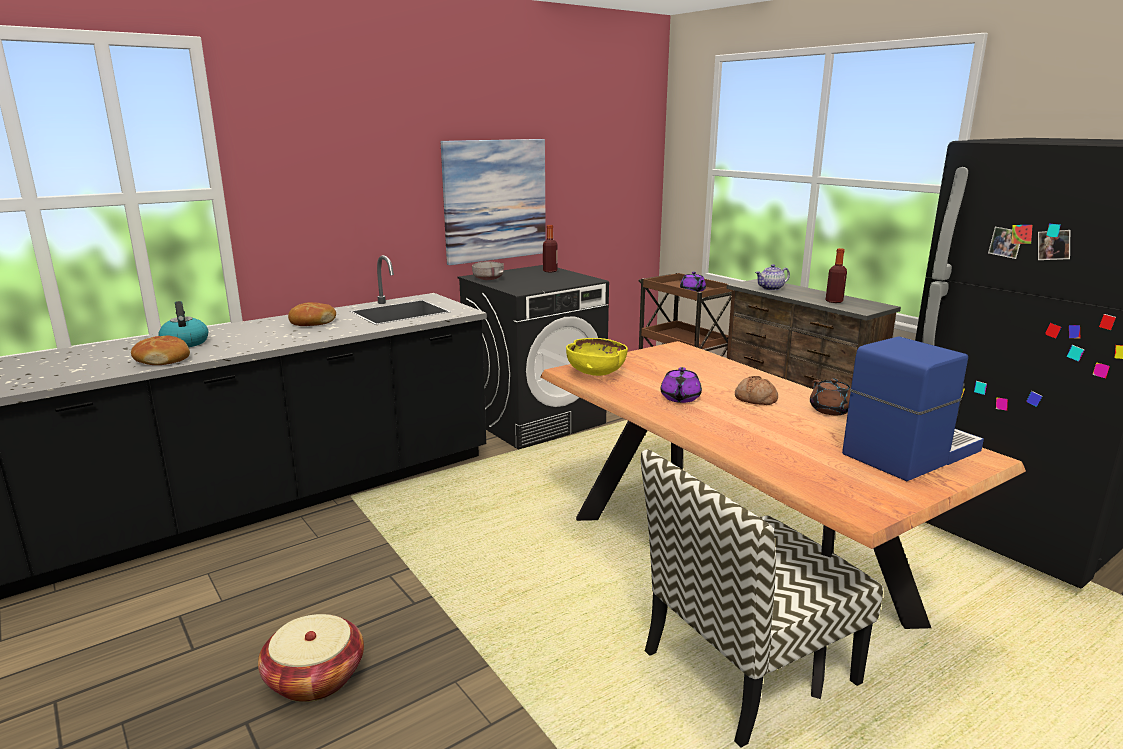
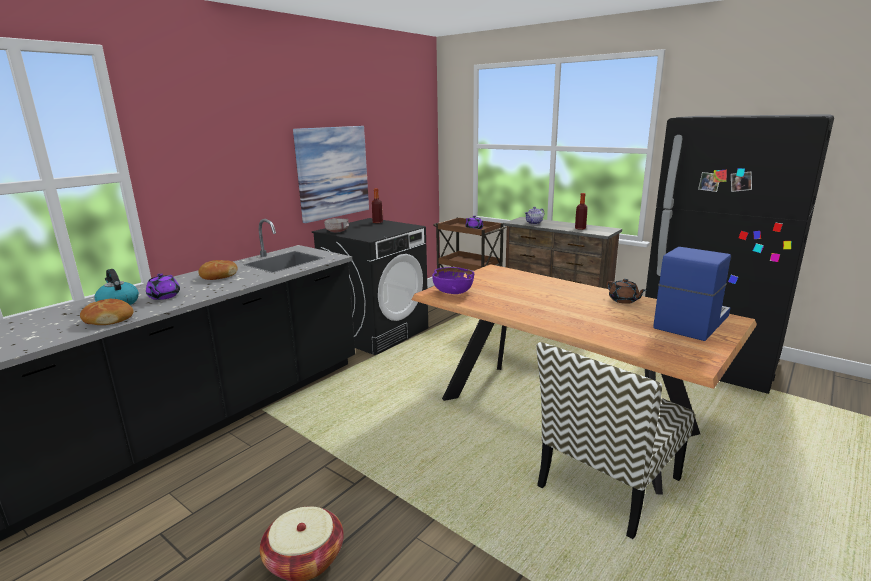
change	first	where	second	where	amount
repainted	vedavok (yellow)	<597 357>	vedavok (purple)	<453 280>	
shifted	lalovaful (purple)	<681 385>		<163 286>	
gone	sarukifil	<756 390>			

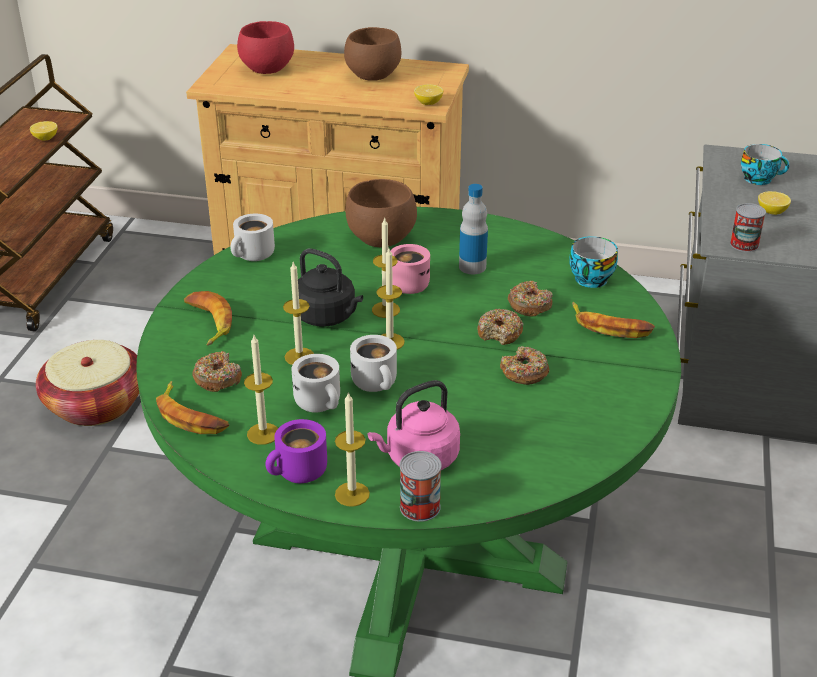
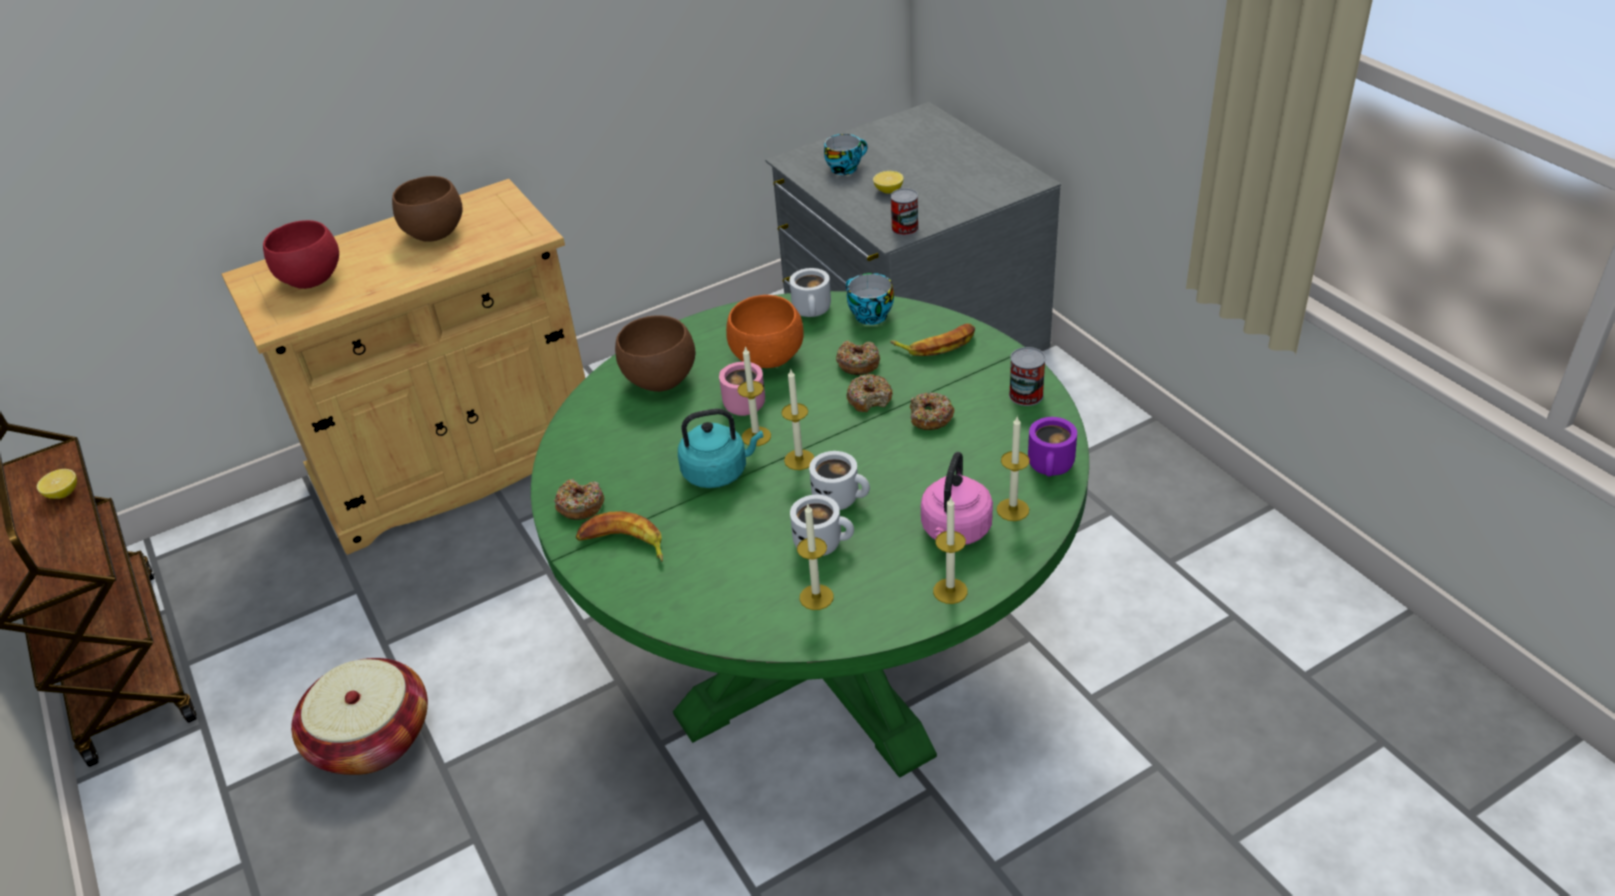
change	first	where	second	where	amount
gone	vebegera	<192 407>			
shifted	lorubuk	<217 371>		<579 499>	
shifted	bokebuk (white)	<252 237>		<810 292>	
shifted	bokebuk (purple)	<296 451>		<1052 446>	
shifted	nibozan	<298 313>		<1013 469>	
repainted	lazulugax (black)	<330 288>	lazulugax (turquoise)	<720 448>	
shifted	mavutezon	<420 486>		<1027 376>	
gone	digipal	<428 94>			
swapped	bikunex	<473 229>	vedavok (orange)	<765 331>	

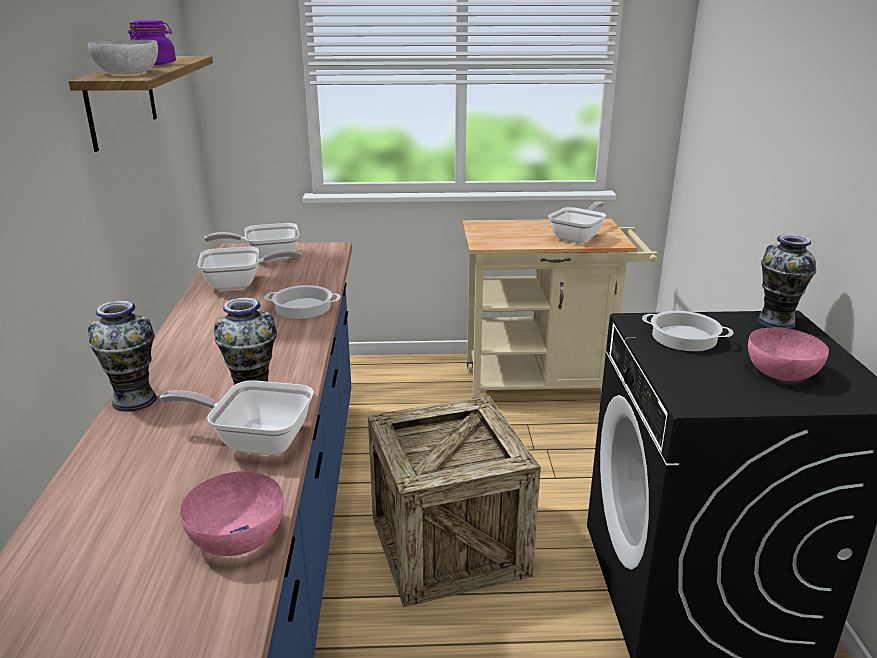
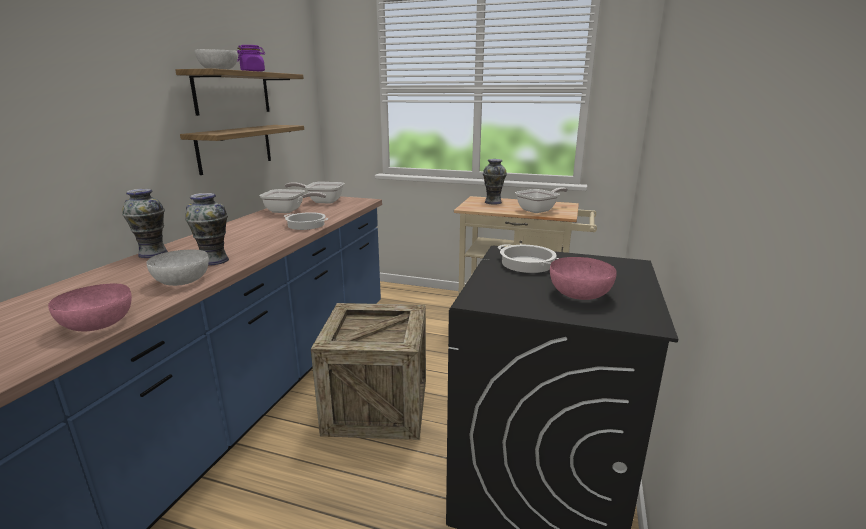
change	first	where	second	where	amount
swapped	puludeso	<236 417>	vedavok (white)	<177 267>	
shifted	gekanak	<786 281>		<495 181>	
new			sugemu	<242 150>	

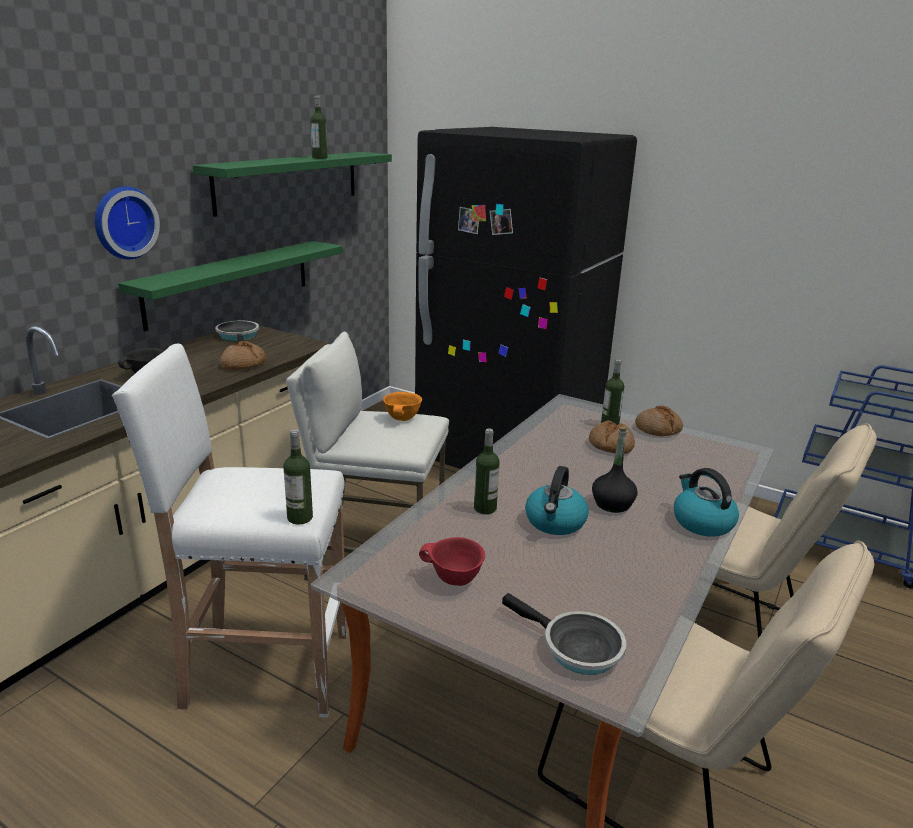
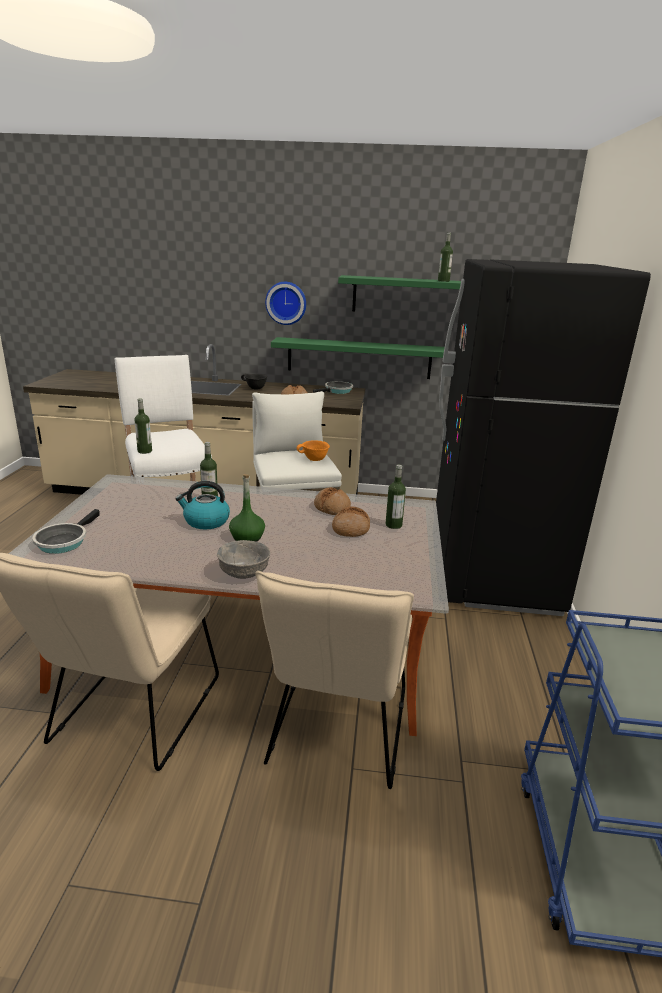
change	first	where	second	where	amount
gone	vedavok (red)	<452 561>			
repainted	bikunex (black)	<615 470>	bikunex (green)	<247 508>	
shifted	sarukifil	<659 421>		<332 501>	
swapped	lazulugax	<706 502>	vedavok (grey)	<243 559>	

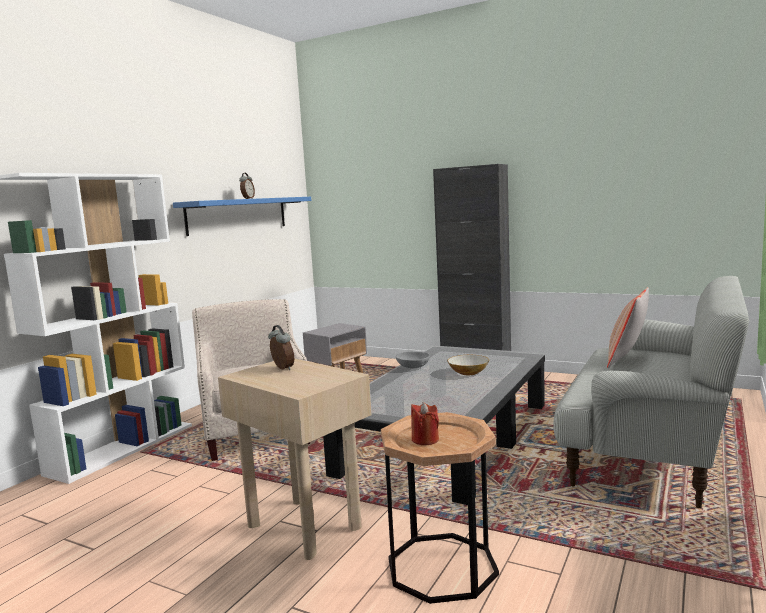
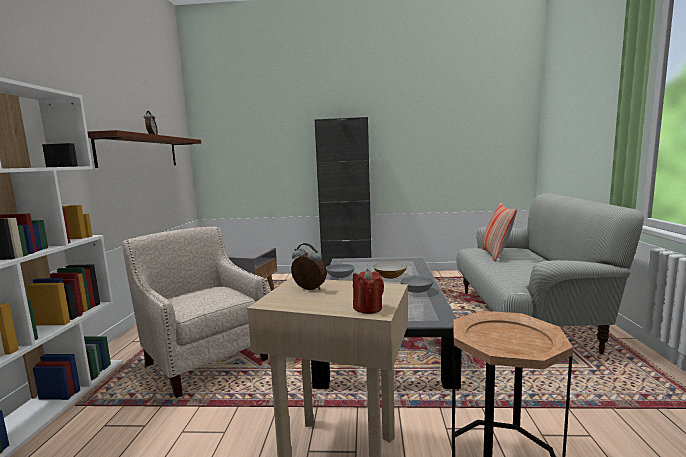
change	first	where	second	where	amount
repainted	sugemu (blue)	<242 216>	sugemu (brown)	<144 149>	
shifted	nibozan (red)	<425 423>		<368 291>	
new			vedavok (grey)	<417 284>	

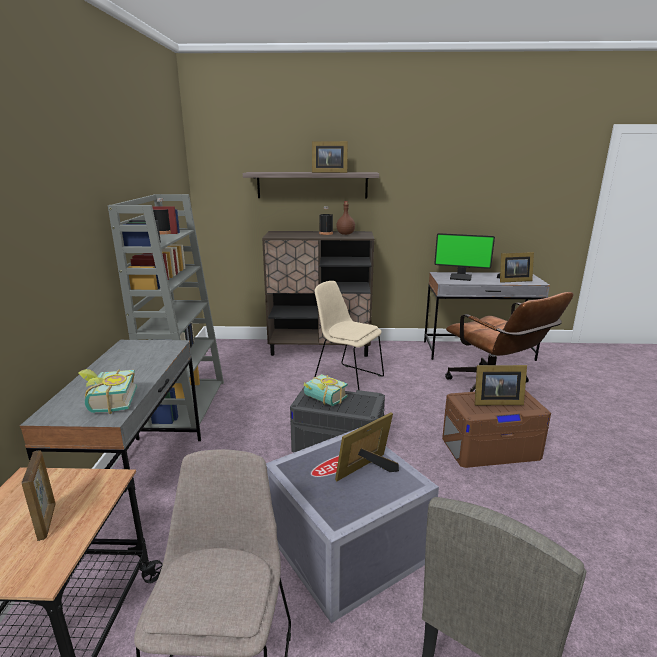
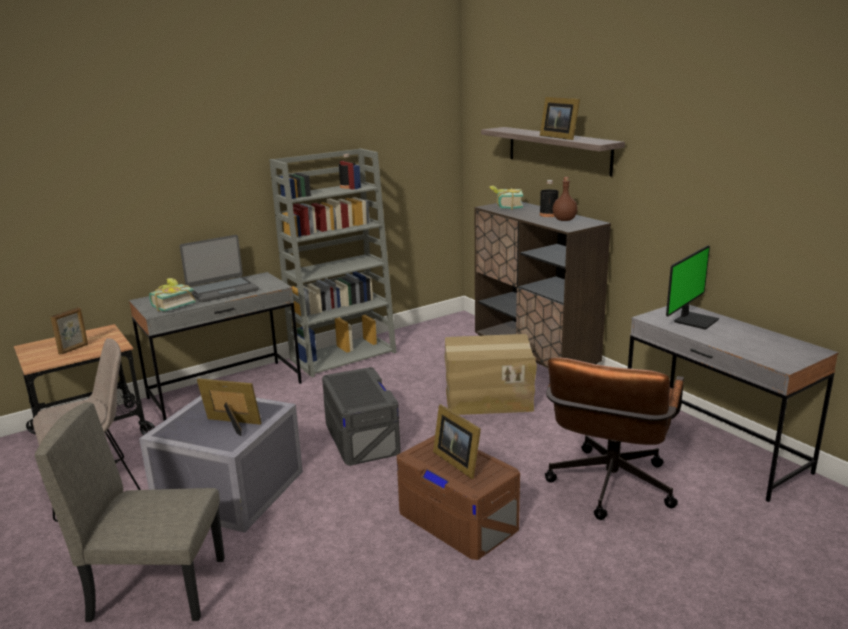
change	first	where	second	where	amount
shifted	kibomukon	<326 390>		<506 197>	
swapped	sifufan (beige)	<349 335>	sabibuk	<490 374>	
rotated	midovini	<464 257>		<692 287>	120 degrees counterclockwise
gone	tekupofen	<515 267>			
new			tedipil	<219 268>	

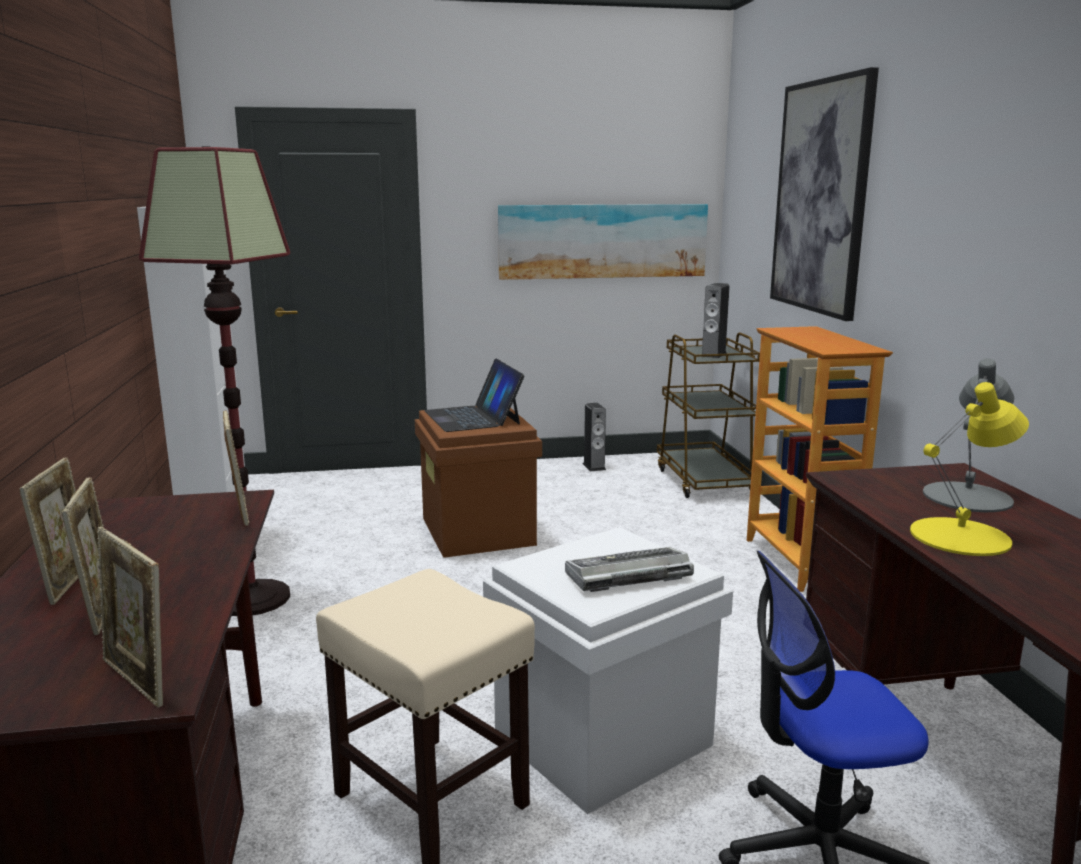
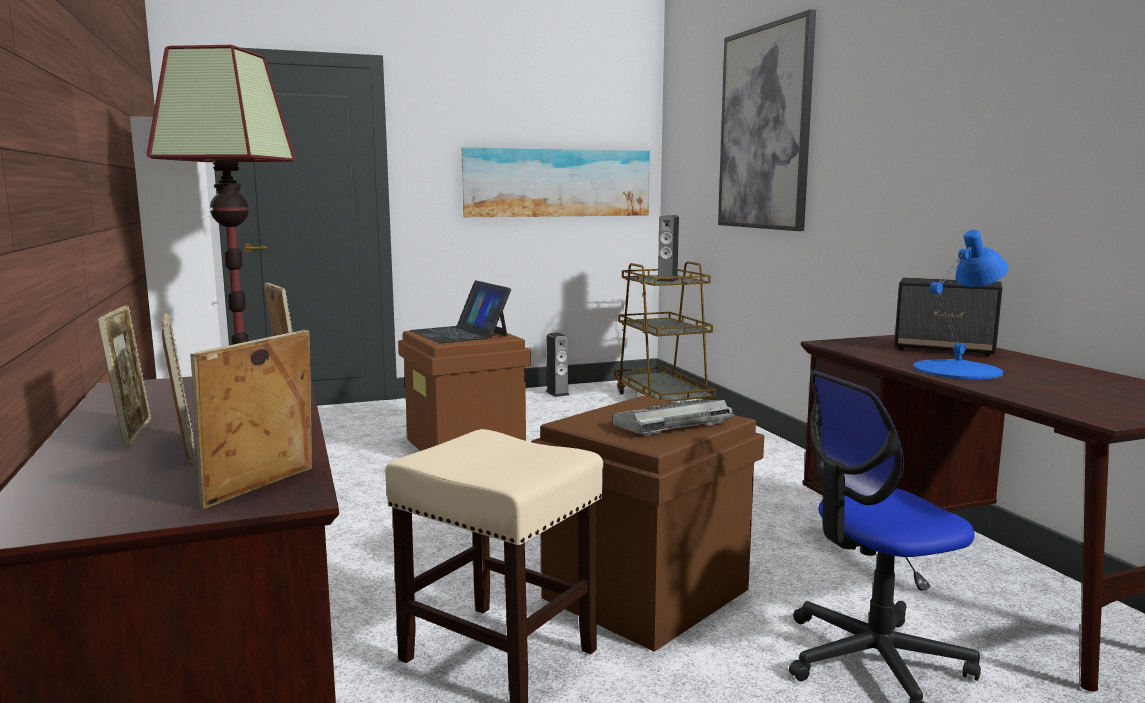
change	first	where	second	where	amount
rotated	tekupofen	<130 617>		<251 419>	90 degrees clockwise
repainted	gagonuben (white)	<608 670>	gagonuben (brown)	<647 524>	
gone	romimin	<820 459>			
repainted	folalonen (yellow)	<969 469>	folalonen (blue)	<961 304>	
swapped	folalonen (grey)	<968 435>	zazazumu	<948 316>	

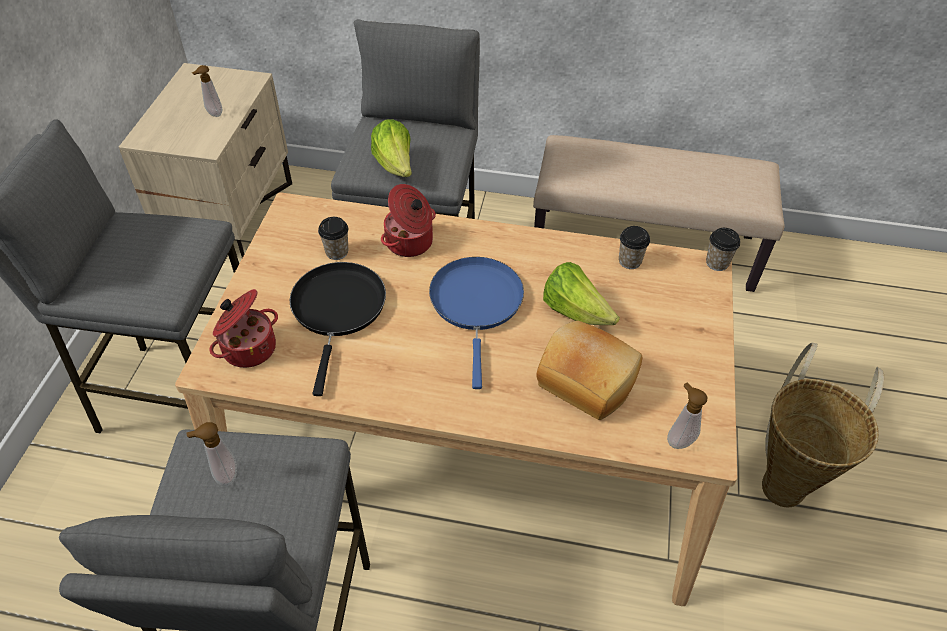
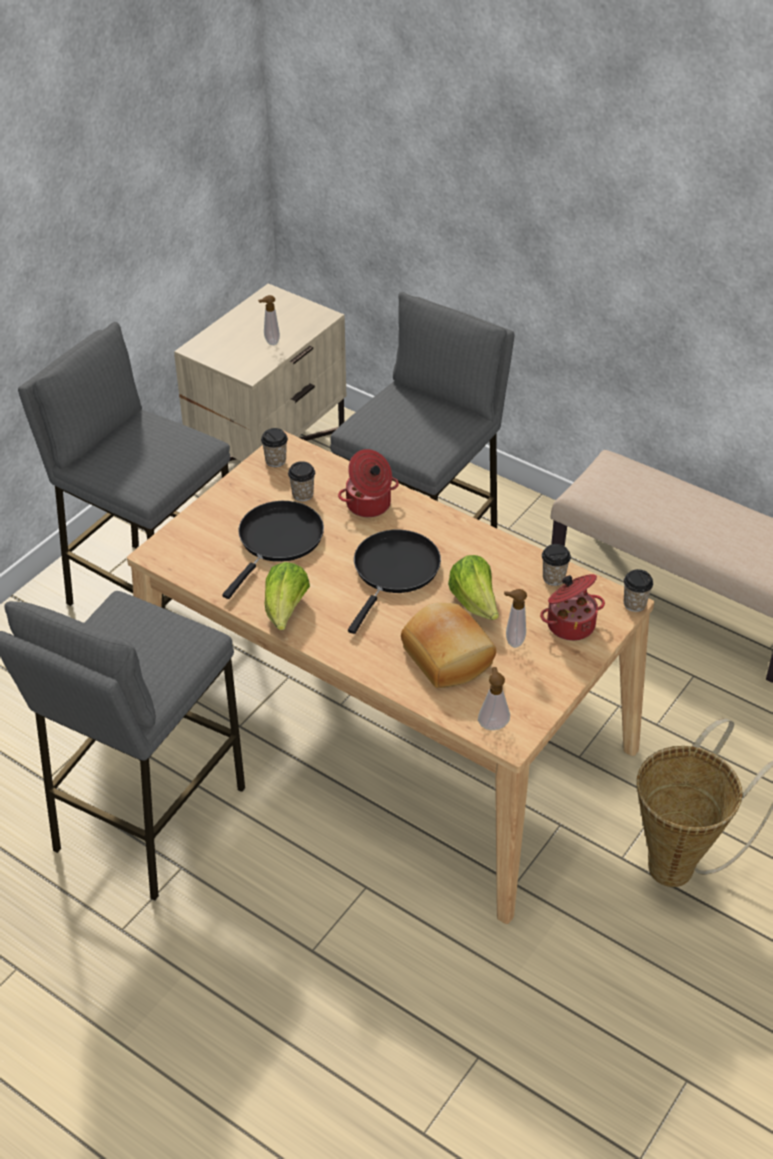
change	first	where	second	where	amount
shifted	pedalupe	<212 454>		<515 618>	
shifted	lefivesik	<243 328>		<572 607>	
shifted	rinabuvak	<391 148>		<287 596>	
repainted	puludeso (blue)	<476 323>	puludeso (black)	<394 582>	
new			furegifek	<274 447>	

